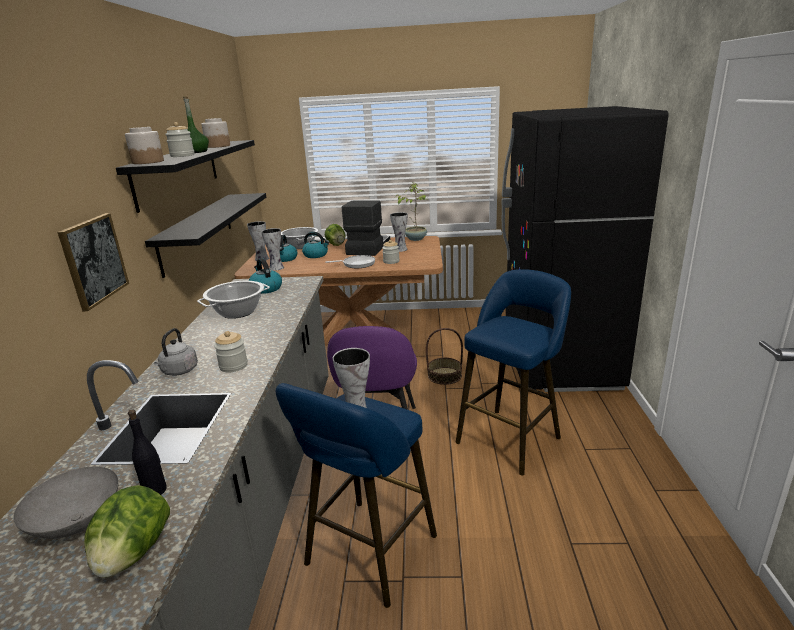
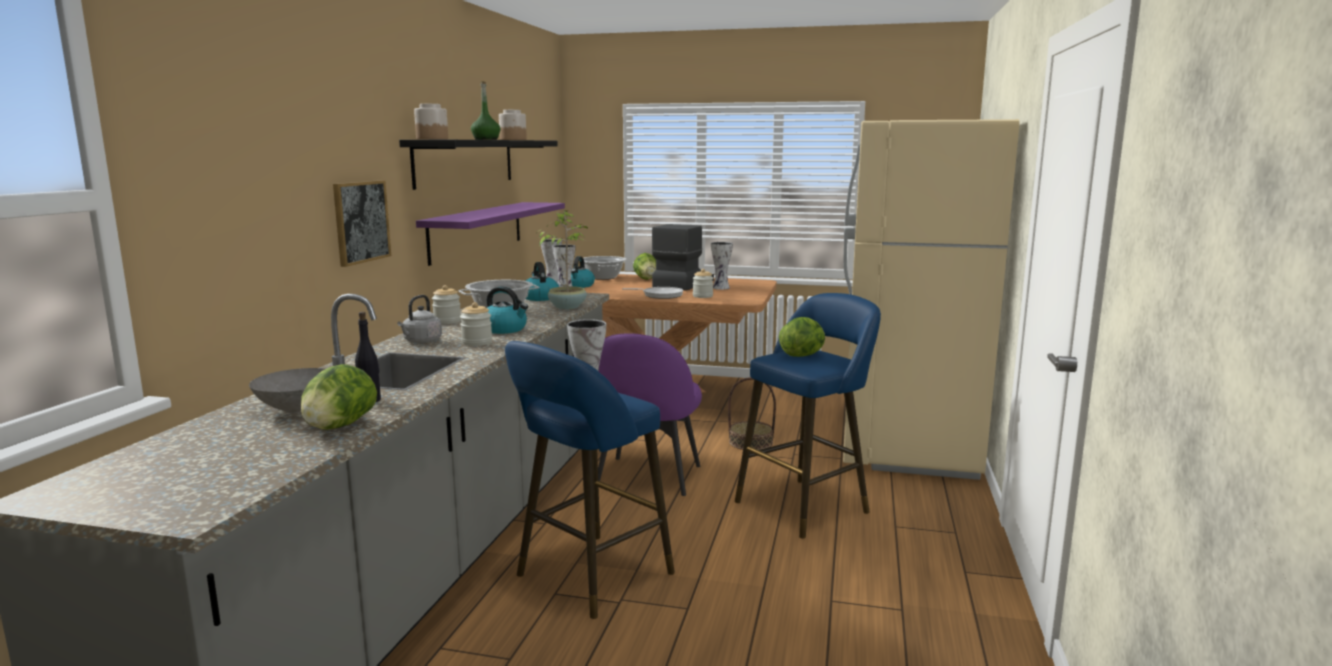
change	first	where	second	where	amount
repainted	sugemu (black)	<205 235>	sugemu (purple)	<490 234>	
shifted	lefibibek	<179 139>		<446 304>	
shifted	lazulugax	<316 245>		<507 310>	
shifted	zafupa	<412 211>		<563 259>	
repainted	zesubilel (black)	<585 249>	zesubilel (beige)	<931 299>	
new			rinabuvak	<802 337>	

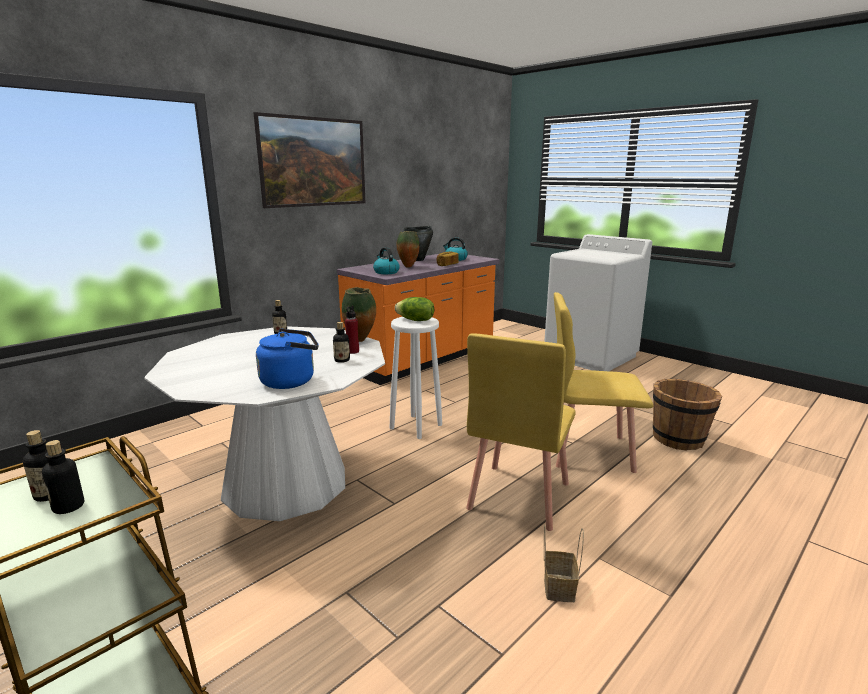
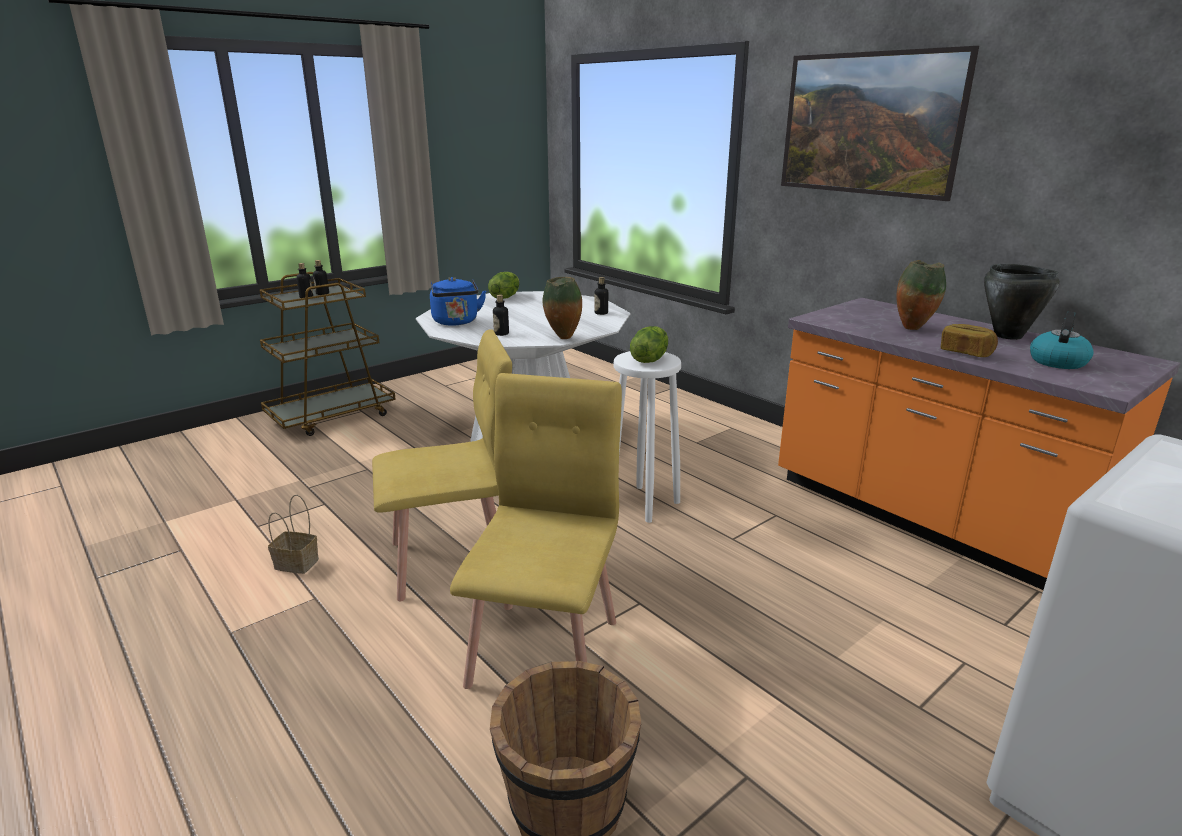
change	first	where	second	where	amount
gone	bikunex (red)	<352 330>			
gone	lazulugax	<386 260>			
rotated	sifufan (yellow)	<521 432>		<442 465>	135 degrees clockwise
new			rinabuvak	<503 285>	

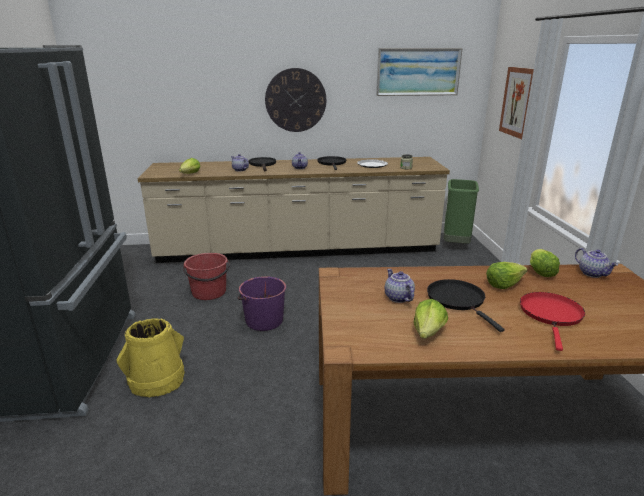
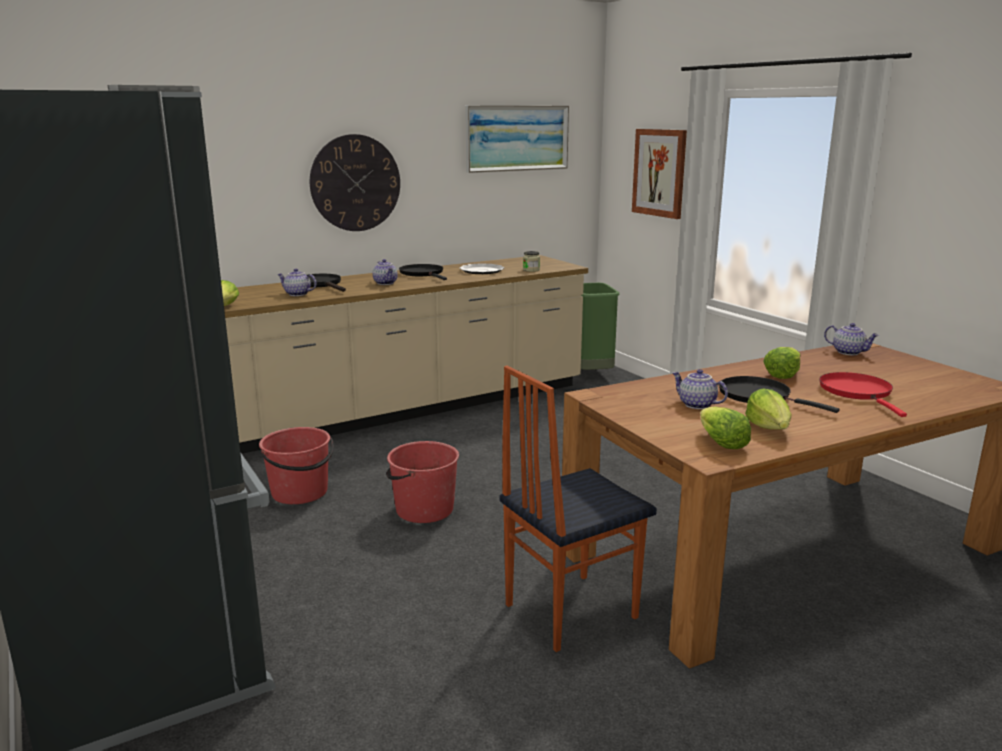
change	first	where	second	where	amount
gone	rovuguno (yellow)	<151 357>			
repainted	rovuguno (purple)	<262 303>	rovuguno (red)	<422 482>	
shifted	rinabuvak	<545 263>		<725 427>	
new			sifufan	<578 508>	

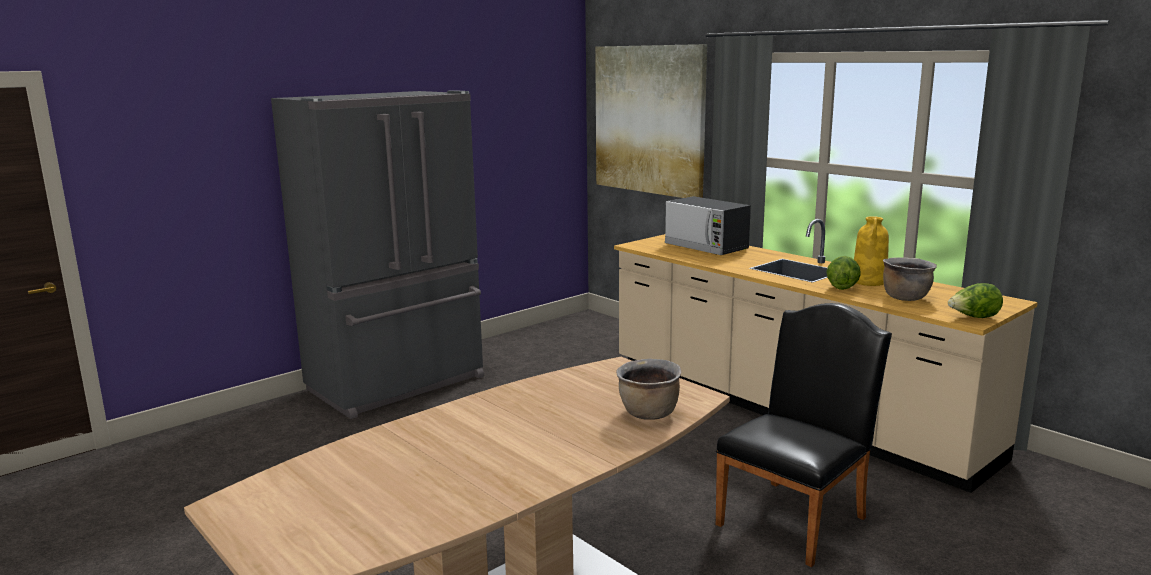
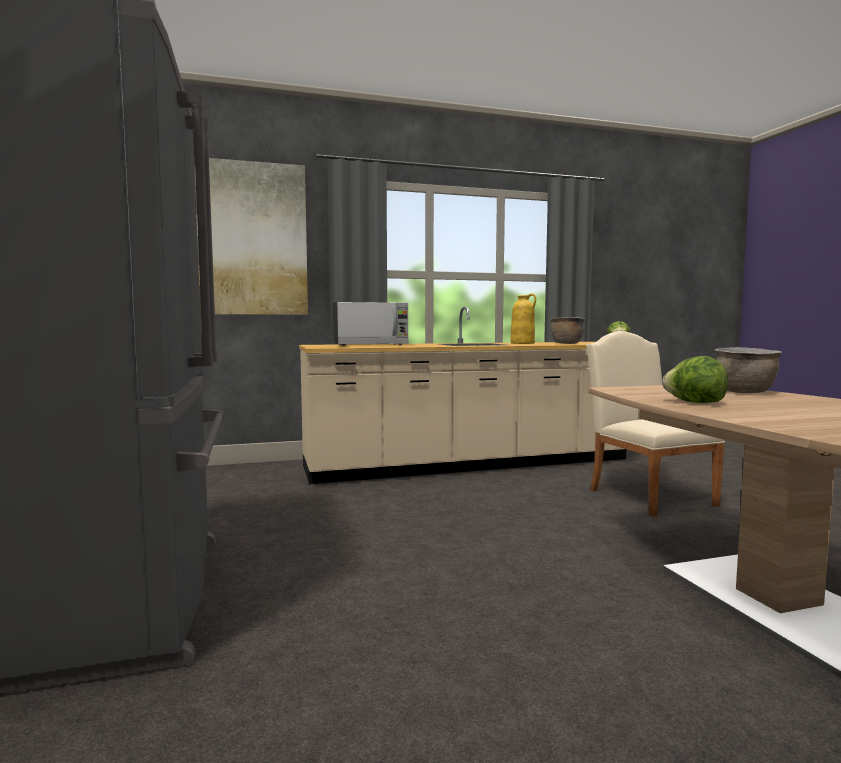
change	first	where	second	where	amount
repainted	sifufan (black)	<804 435>	sifufan (beige)	<655 424>	
shifted	rinabuvak	<843 273>		<695 379>	

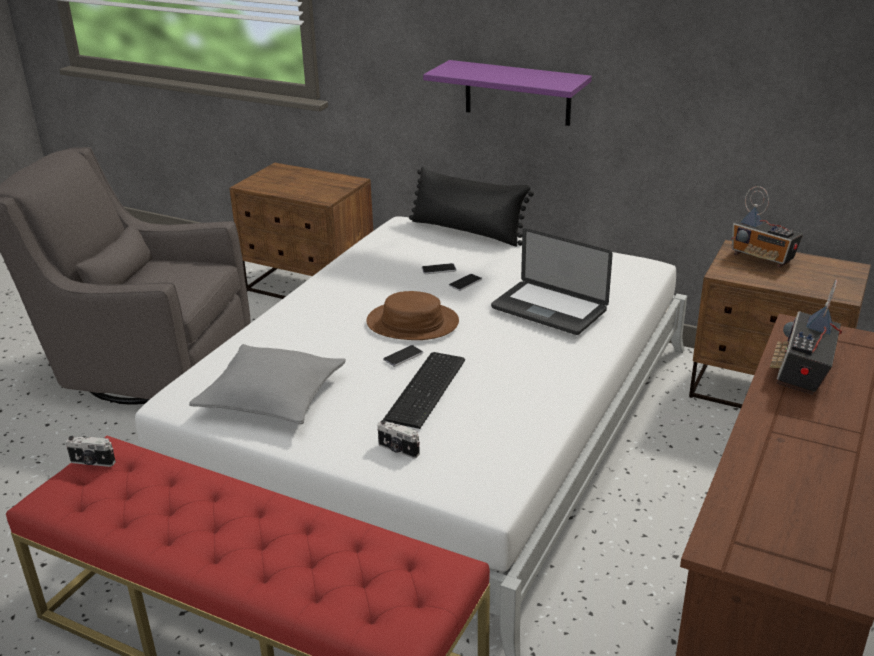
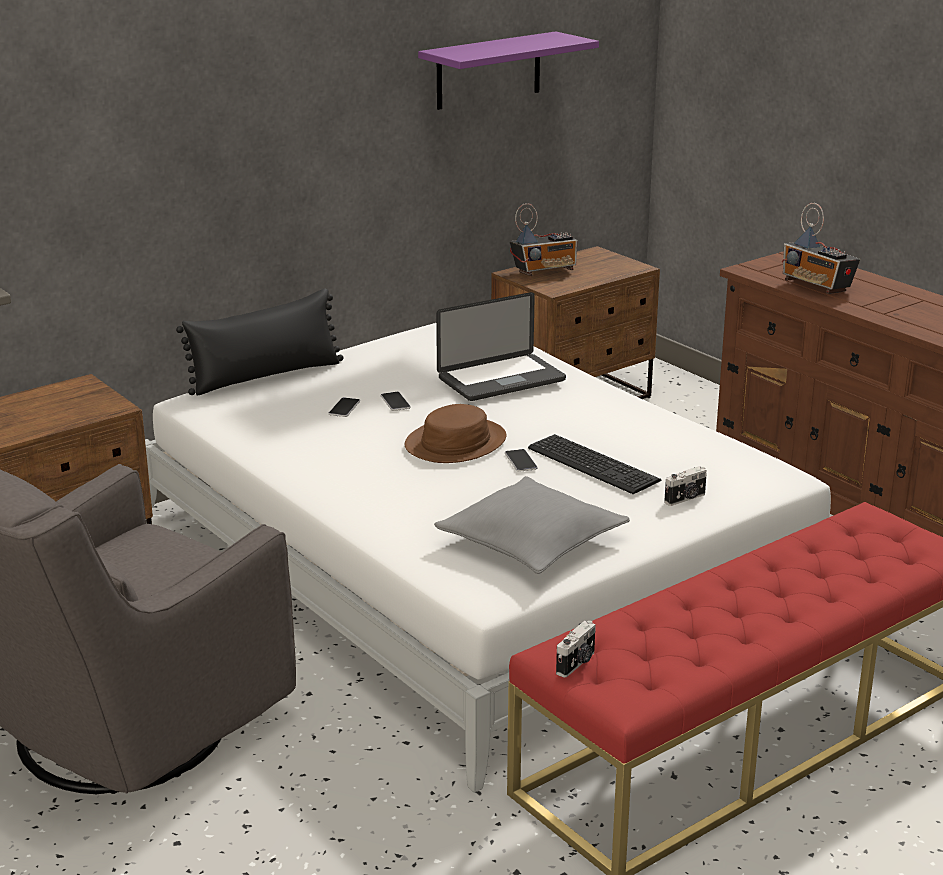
change	first	where	second	where	amount
shifted	sugemu (purple)	<507 93>		<508 70>	

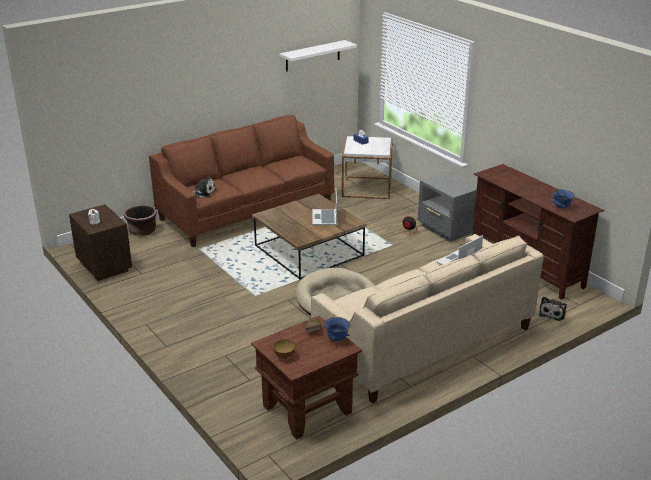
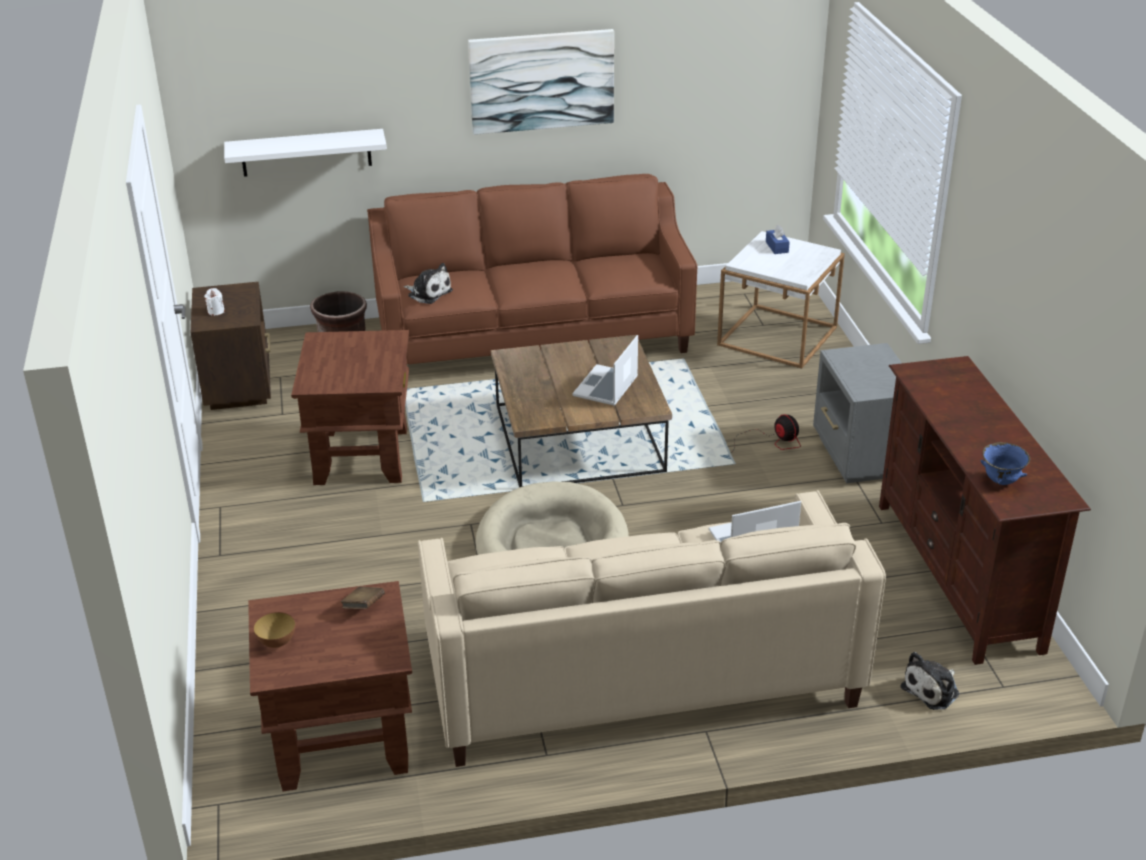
change	first	where	second	where	amount
shifted	sugemu (white)	<318 55>		<305 153>	
gone	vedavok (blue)	<337 329>			
new			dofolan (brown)	<350 407>	
new			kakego	<541 82>	

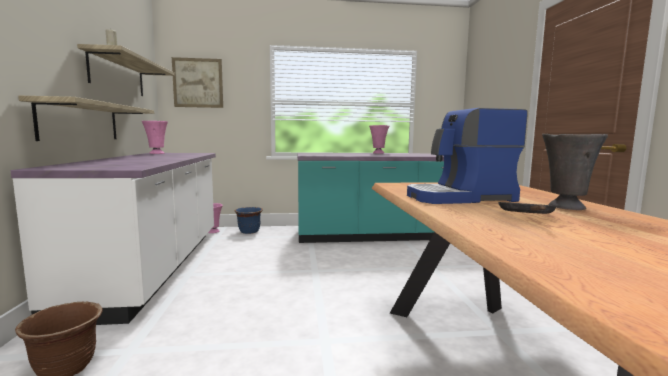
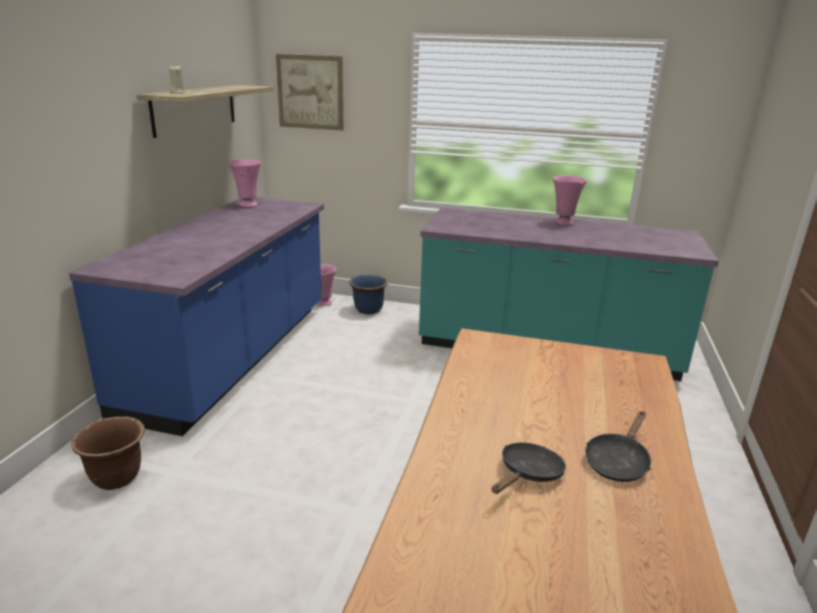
change	first	where	second	where	amount
repainted	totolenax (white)	<113 239>	totolenax (blue)	<196 316>	
gone	sugemu	<86 118>			
gone	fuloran	<467 156>			
swapped	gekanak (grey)	<575 172>	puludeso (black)	<618 446>	

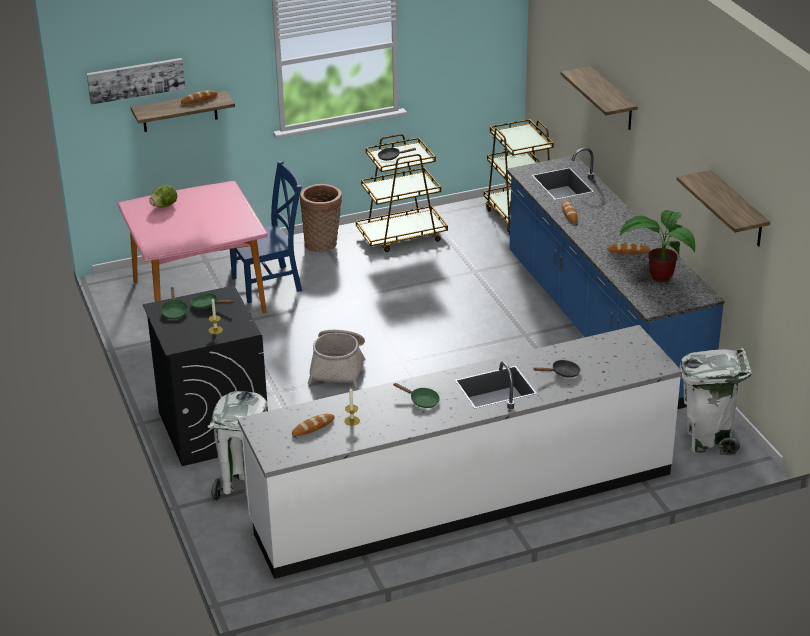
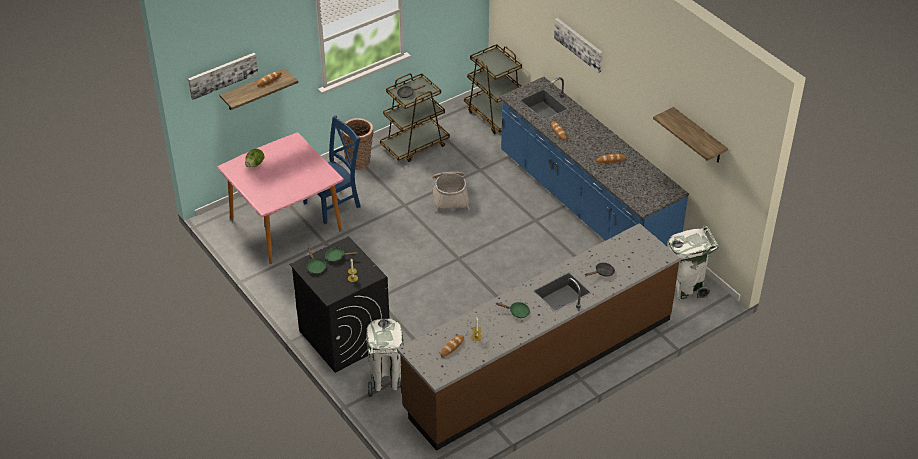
change	first	where	second	where	amount
repainted	totolenax (white)	<460 452>	totolenax (brown)	<538 337>	
shifted	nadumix	<337 359>		<451 192>	
swapped	sugemu	<599 98>	kakego	<578 45>	
gone	zafupa	<657 246>			

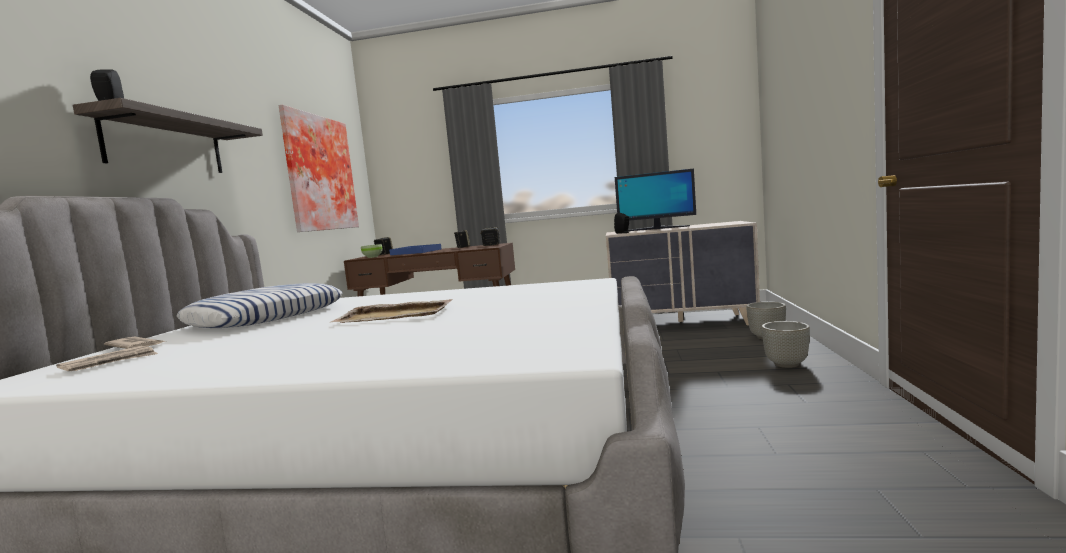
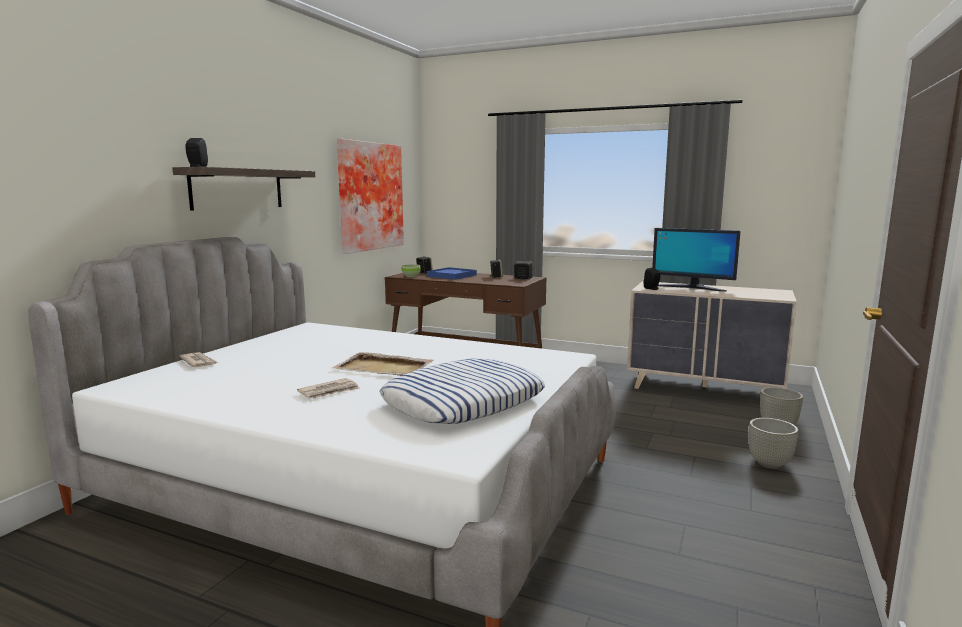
change	first	where	second	where	amount
shifted	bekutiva	<107 358>		<328 388>	
shifted	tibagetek	<259 305>		<462 391>	

